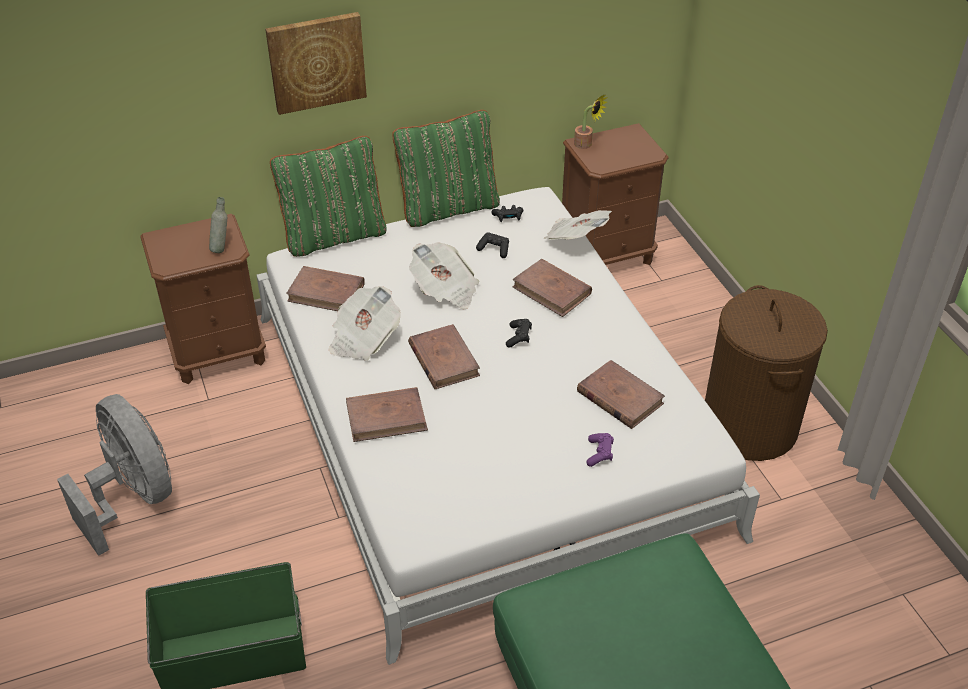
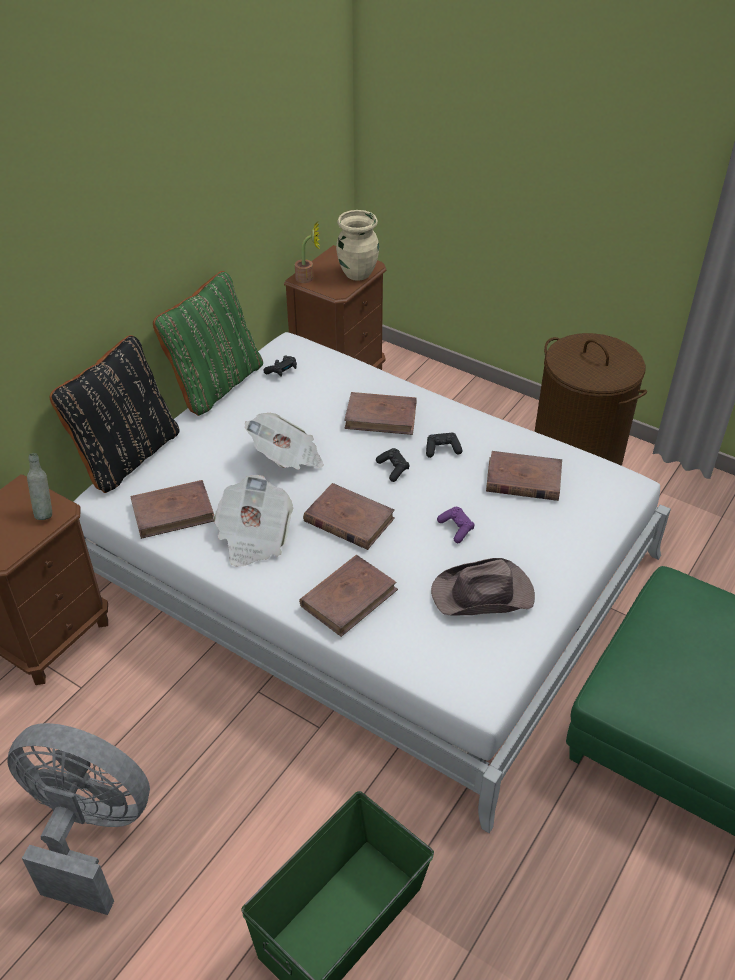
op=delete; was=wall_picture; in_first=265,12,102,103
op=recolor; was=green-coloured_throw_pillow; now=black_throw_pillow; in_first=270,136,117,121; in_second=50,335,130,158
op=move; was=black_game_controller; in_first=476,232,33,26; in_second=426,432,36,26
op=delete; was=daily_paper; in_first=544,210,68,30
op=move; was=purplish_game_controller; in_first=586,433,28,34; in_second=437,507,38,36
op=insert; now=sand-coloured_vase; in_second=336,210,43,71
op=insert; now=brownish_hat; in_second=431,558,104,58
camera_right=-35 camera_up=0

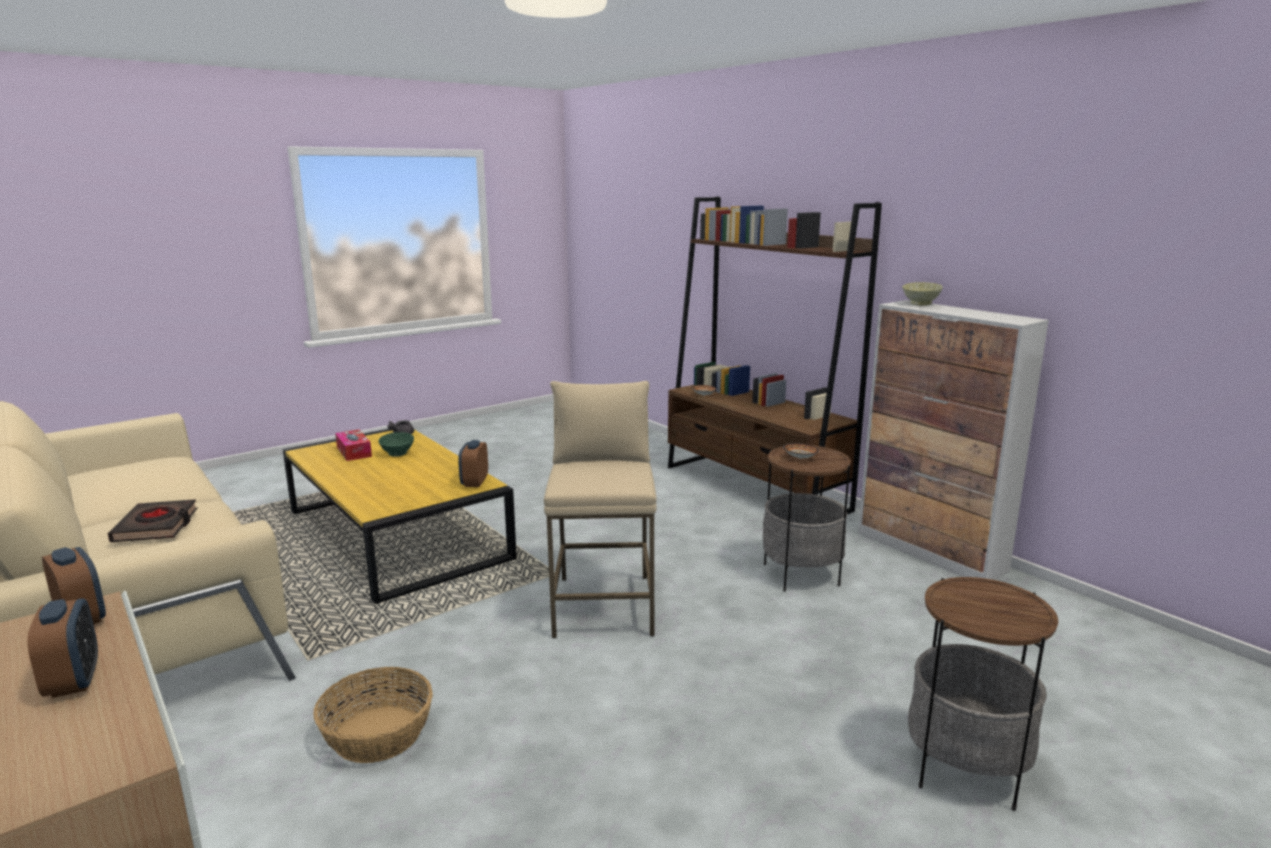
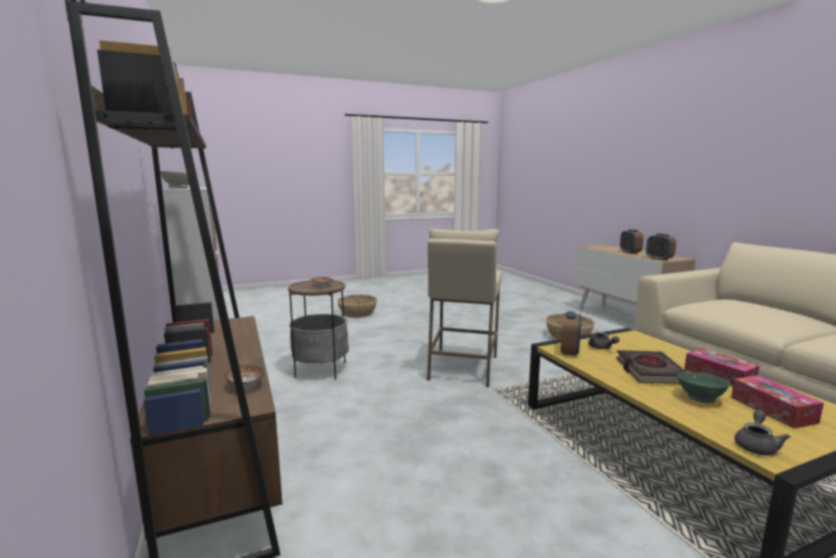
op=move; was=black_bound_book; in_first=108,499,90,43; in_second=616,350,70,34
op=replace; was=accent_table; now=household_basket; in_first=908,577,150,234; in_second=337,295,40,23
op=insert; now=grey_teapot; in_second=588,332,32,17
op=insert; now=tissue_holder; in_second=684,348,76,39
camera_right=-165 camera_up=-5

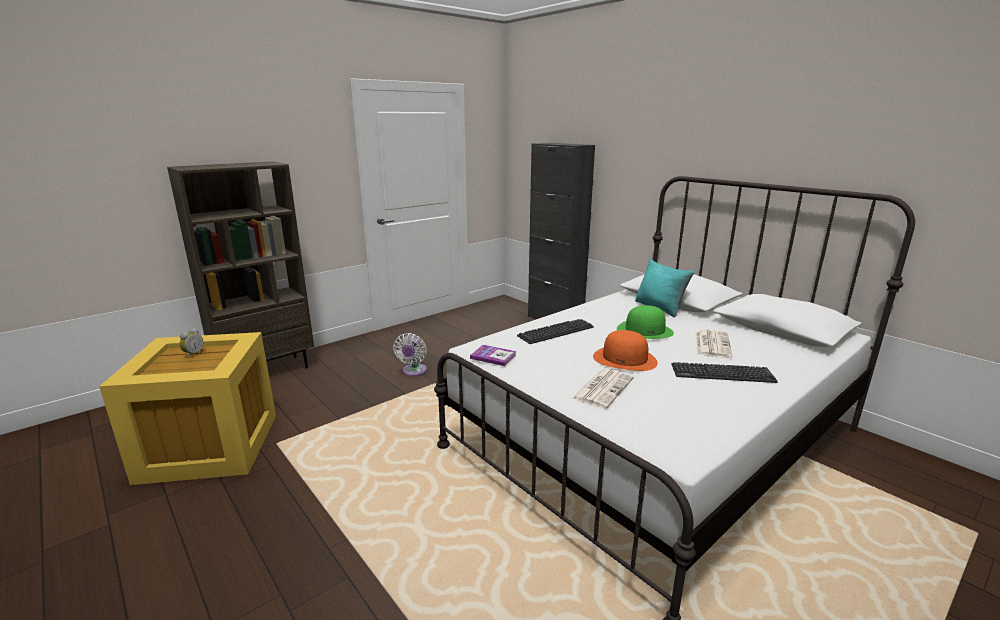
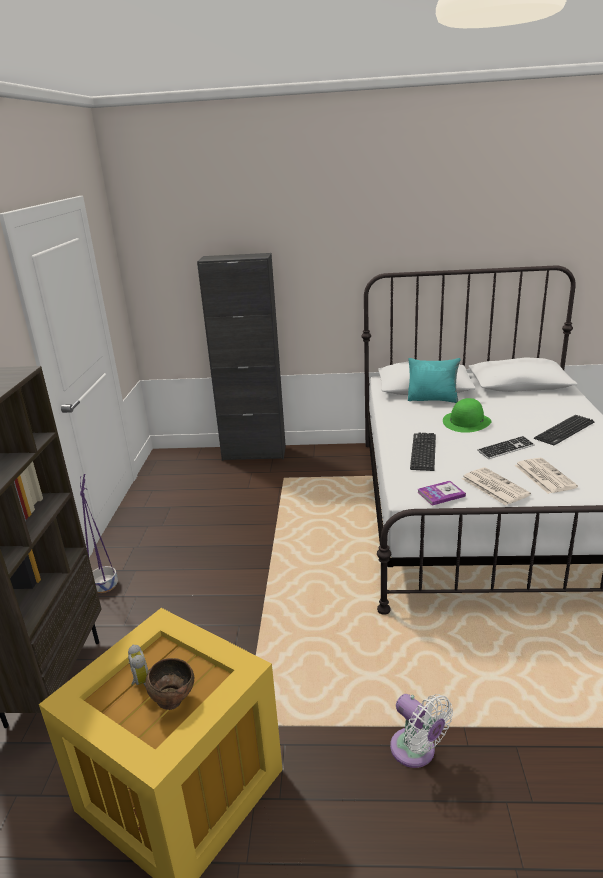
op=move; was=whitish_fan; in_first=393,333,34,43; in_second=390,694,63,74
op=replace; was=orangey_hat; now=PC_keyboard; in_first=593,330,65,41; in_second=477,436,58,23
op=move; was=daily_paper; in_first=696,329,37,29; in_second=461,467,70,39
op=insert; now=purplish_planter; in_second=80,474,38,119
op=insert; now=brownish_serving_bowl; in_second=145,658,49,52
camera_right=-45 camera_up=5

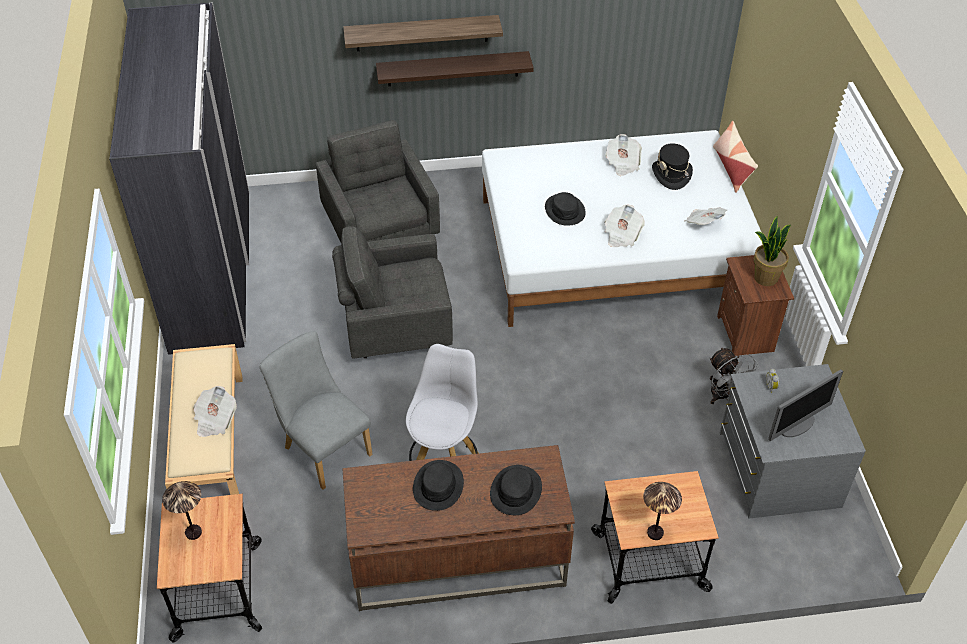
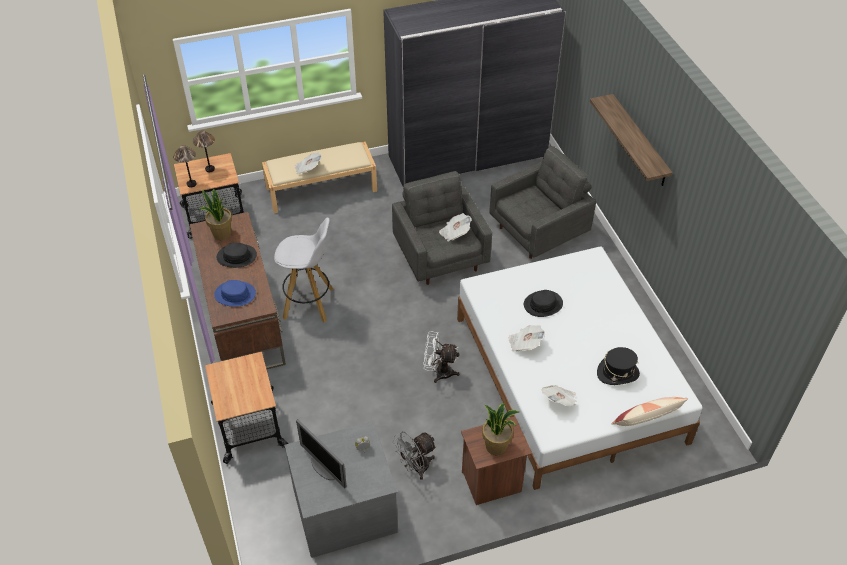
op=delete; was=grey_chair; in_first=259,331,114,159
op=delete; was=bracket_shelf; in_first=376,51,158,35
op=recolor; was=black_hat; now=blue-coloured_hat; in_first=490,465,52,50; in_second=214,280,42,27
op=move; was=daily_paper; in_first=605,134,37,42; in_second=439,213,33,29
op=move; was=table_lamp; in_first=643,482,39,58; in_second=173,145,23,42
op=insert; now=houseplant; in_second=200,189,32,51
op=insert; now=whitish_fan; in_second=423,331,37,52
camera_right=80 camera_up=0

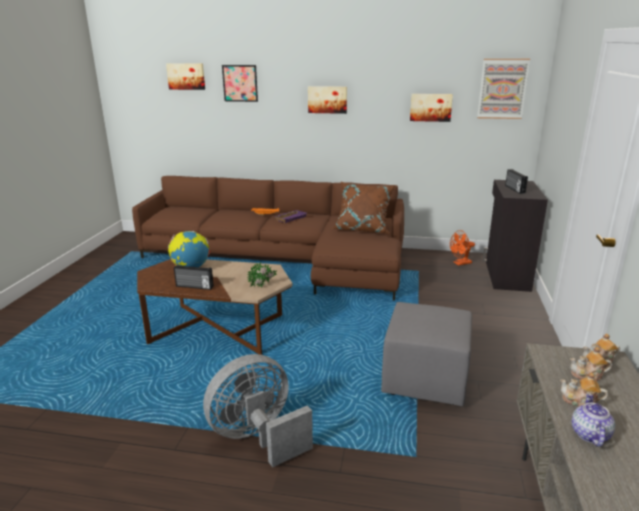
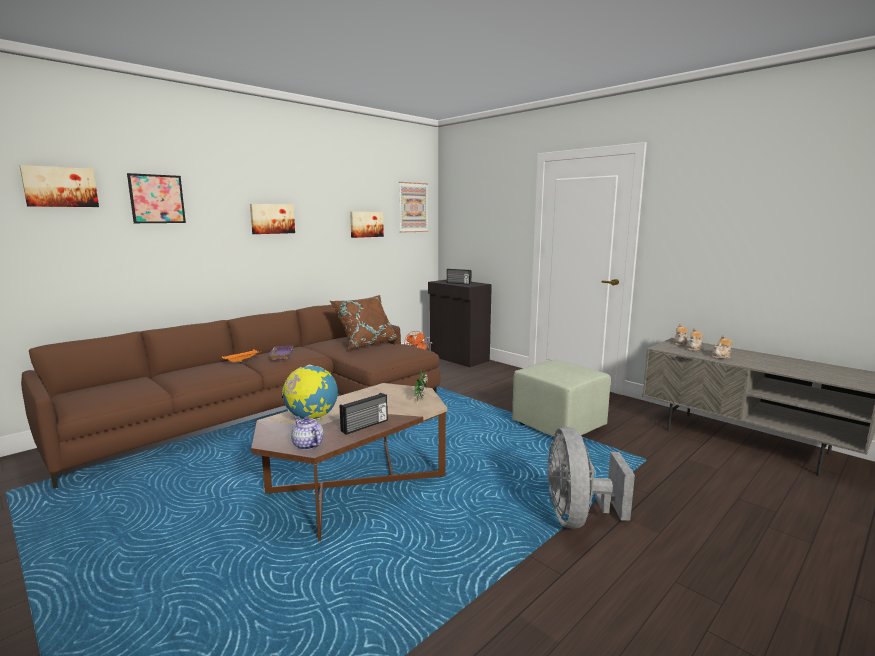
op=recolor; was=grey_footrest; now=green-coloured_footrest; in_first=381,302,91,104; in_second=512,360,98,77
op=move; was=teapot; in_first=572,393,43,54; in_second=291,416,33,34
camera_right=-55 camera_up=-10

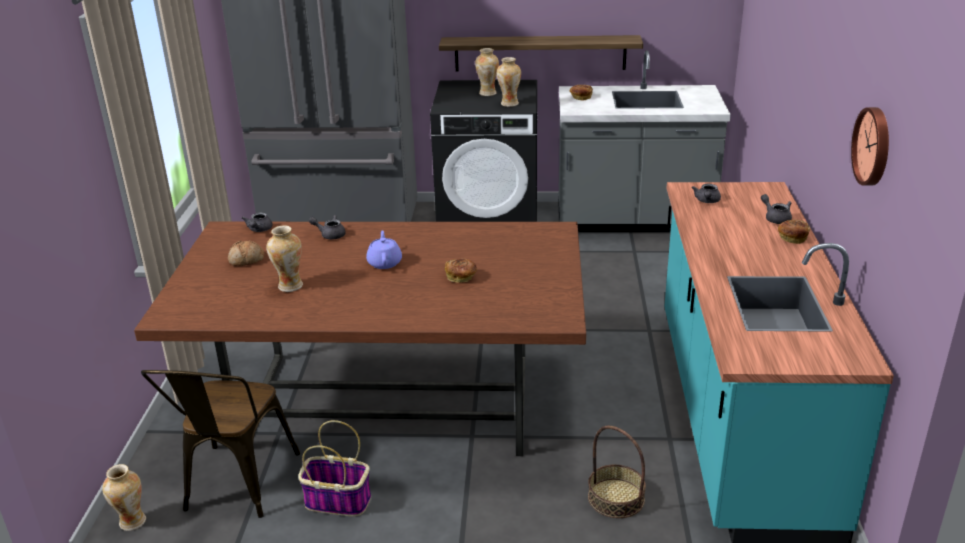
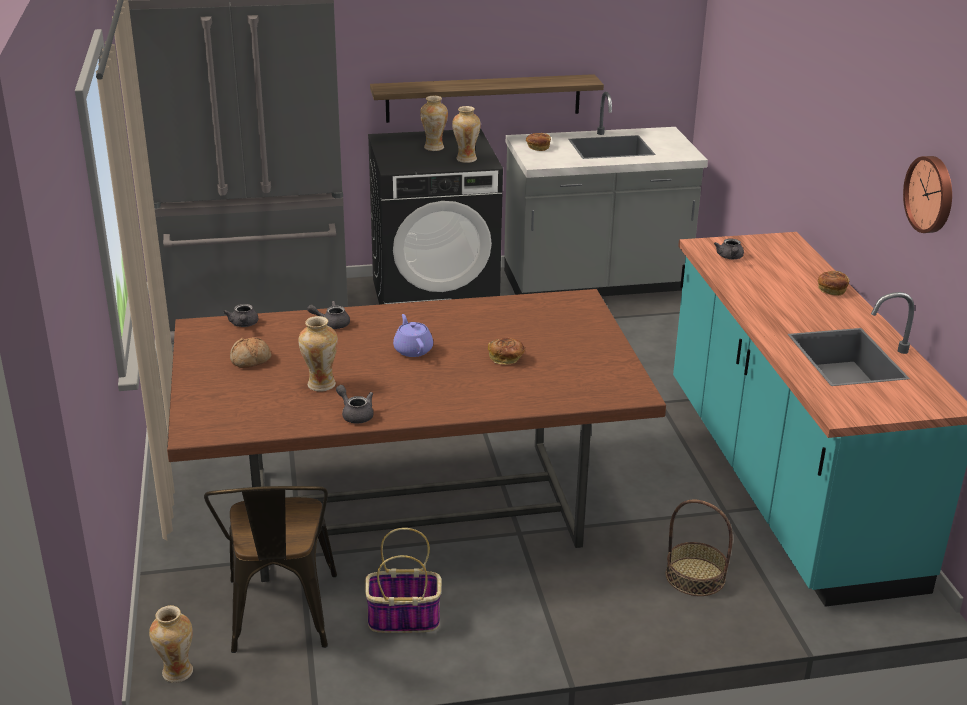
op=move; was=grey_teapot; in_first=761,194,31,30; in_second=336,385,38,39
camera_right=-15 camera_up=0

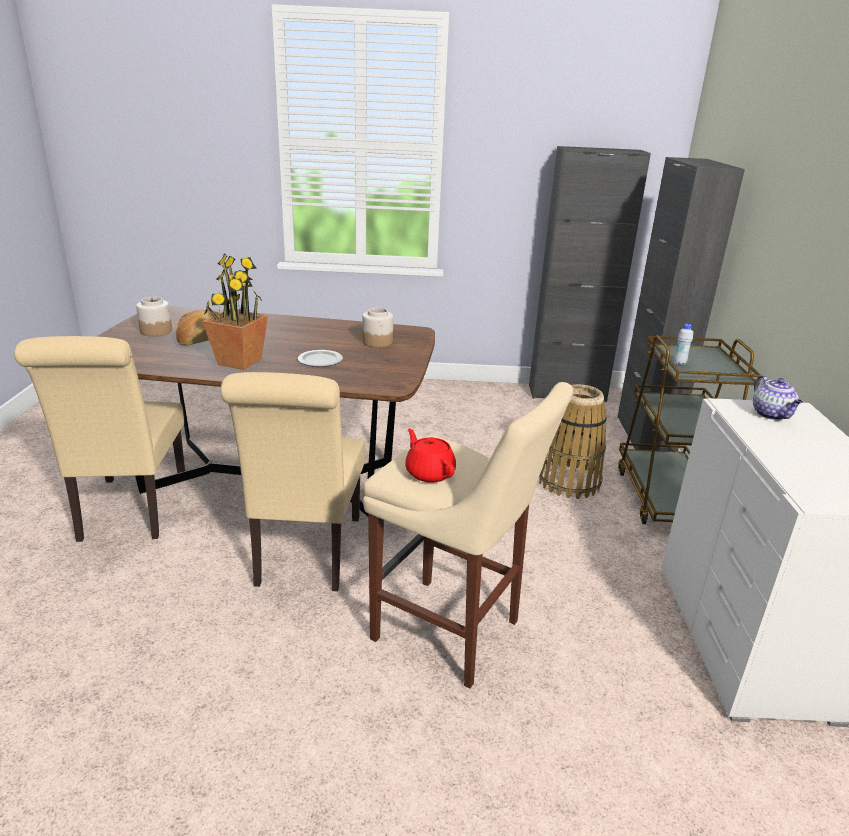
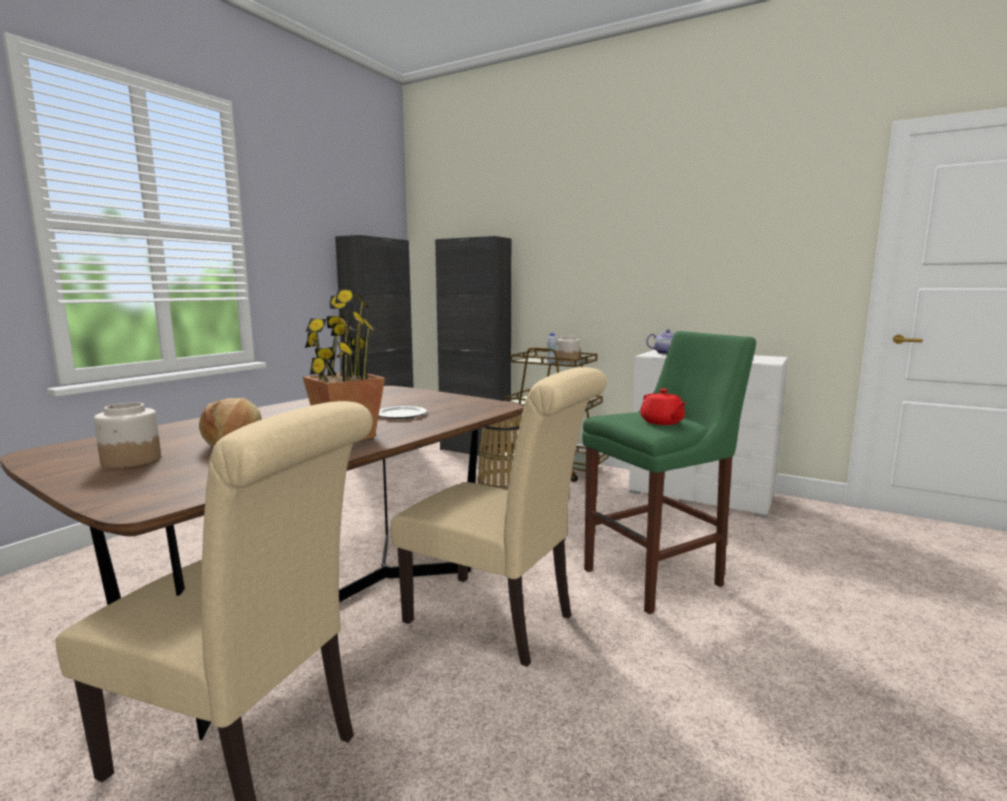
op=move; was=preserve_jar; in_first=362,308,31,39; in_second=557,336,23,26
op=recolor; was=sand-coloured_stool_seat; now=green-coloured_stool_seat; in_first=363,382,210,307; in_second=582,331,174,283
op=rotate; was=red_teapot; in_first=405,428,51,55; in_second=640,389,46,36; clockwise=-105
camera_right=-60 camera_up=-15

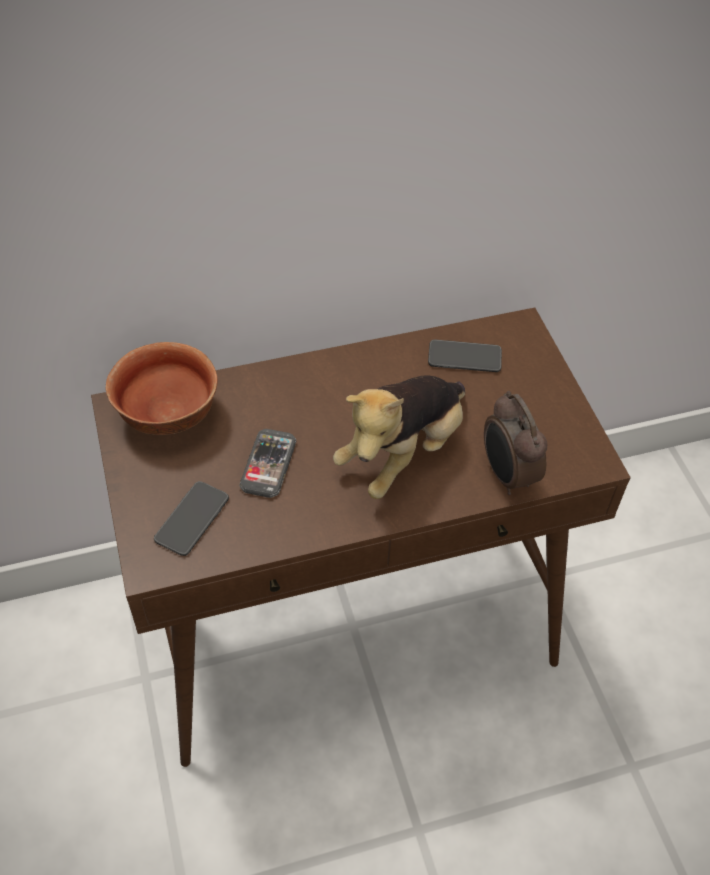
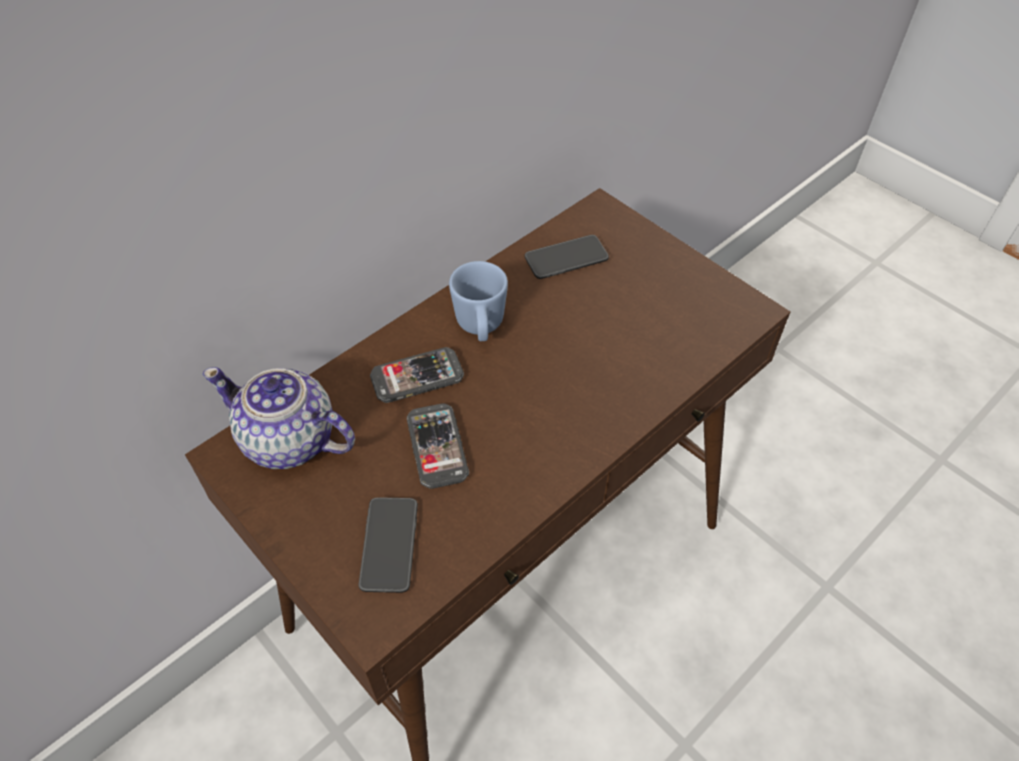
op=replace; was=serving_bowl; now=teapot; in_first=105,342,113,93; in_second=203,367,152,102
op=delete; was=plush_toy; in_first=333,375,132,124
op=delete; was=alarm_clock; in_first=484,391,64,104
op=insert; now=phone; in_second=370,347,94,56
op=insert; now=blue-coloured_mug; in_second=449,261,59,80
camera_right=-25 camera_up=0

